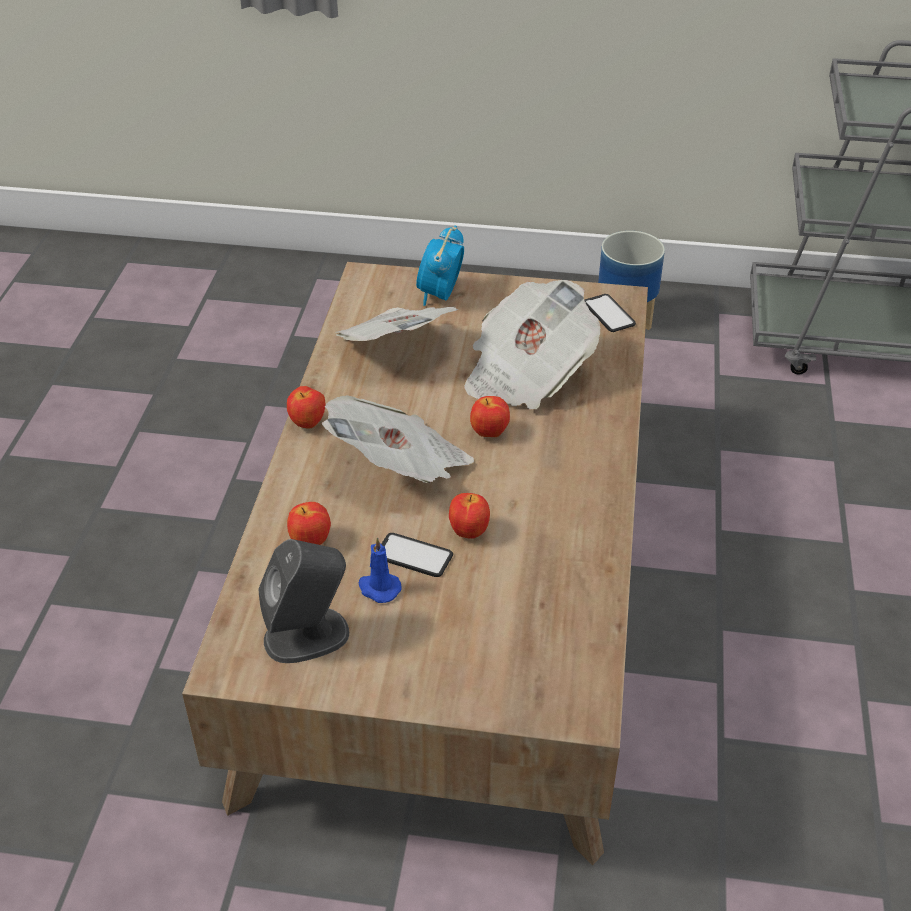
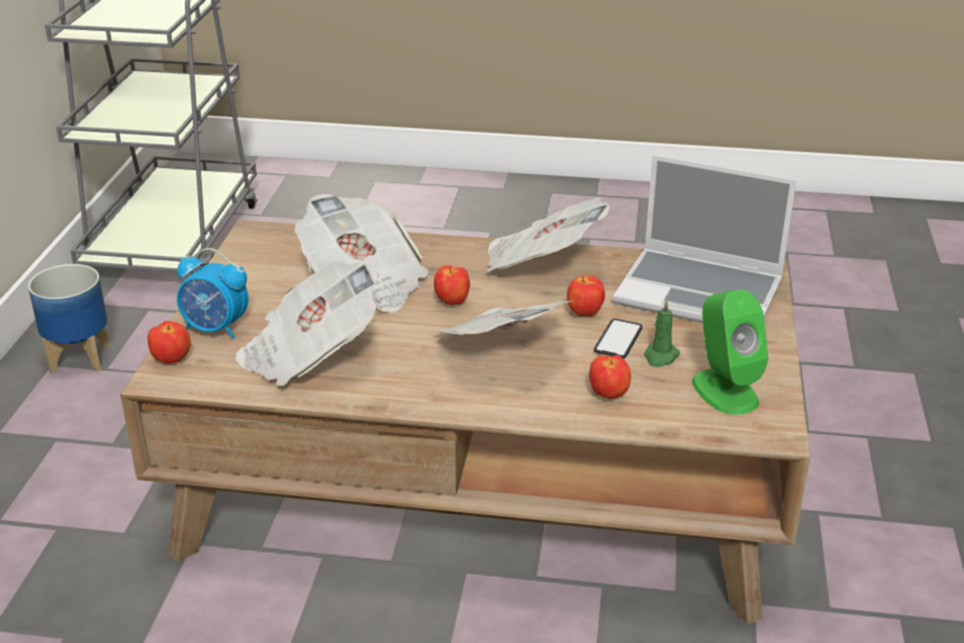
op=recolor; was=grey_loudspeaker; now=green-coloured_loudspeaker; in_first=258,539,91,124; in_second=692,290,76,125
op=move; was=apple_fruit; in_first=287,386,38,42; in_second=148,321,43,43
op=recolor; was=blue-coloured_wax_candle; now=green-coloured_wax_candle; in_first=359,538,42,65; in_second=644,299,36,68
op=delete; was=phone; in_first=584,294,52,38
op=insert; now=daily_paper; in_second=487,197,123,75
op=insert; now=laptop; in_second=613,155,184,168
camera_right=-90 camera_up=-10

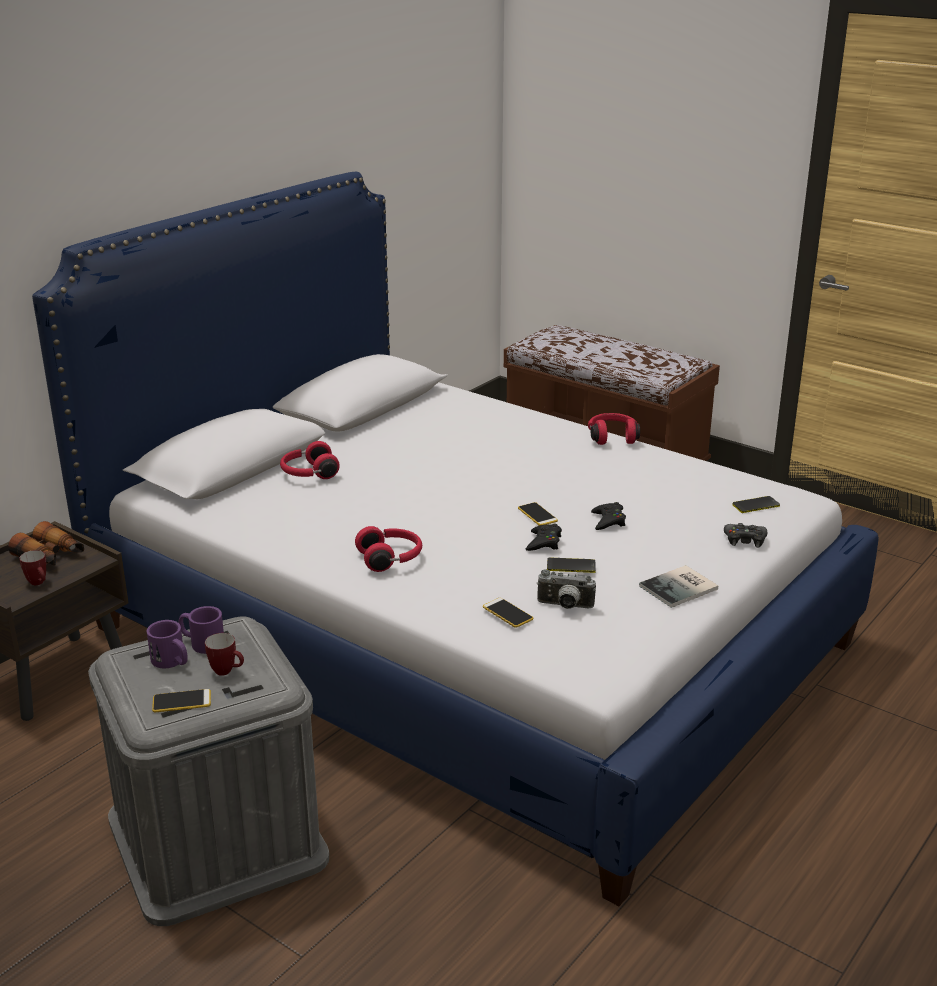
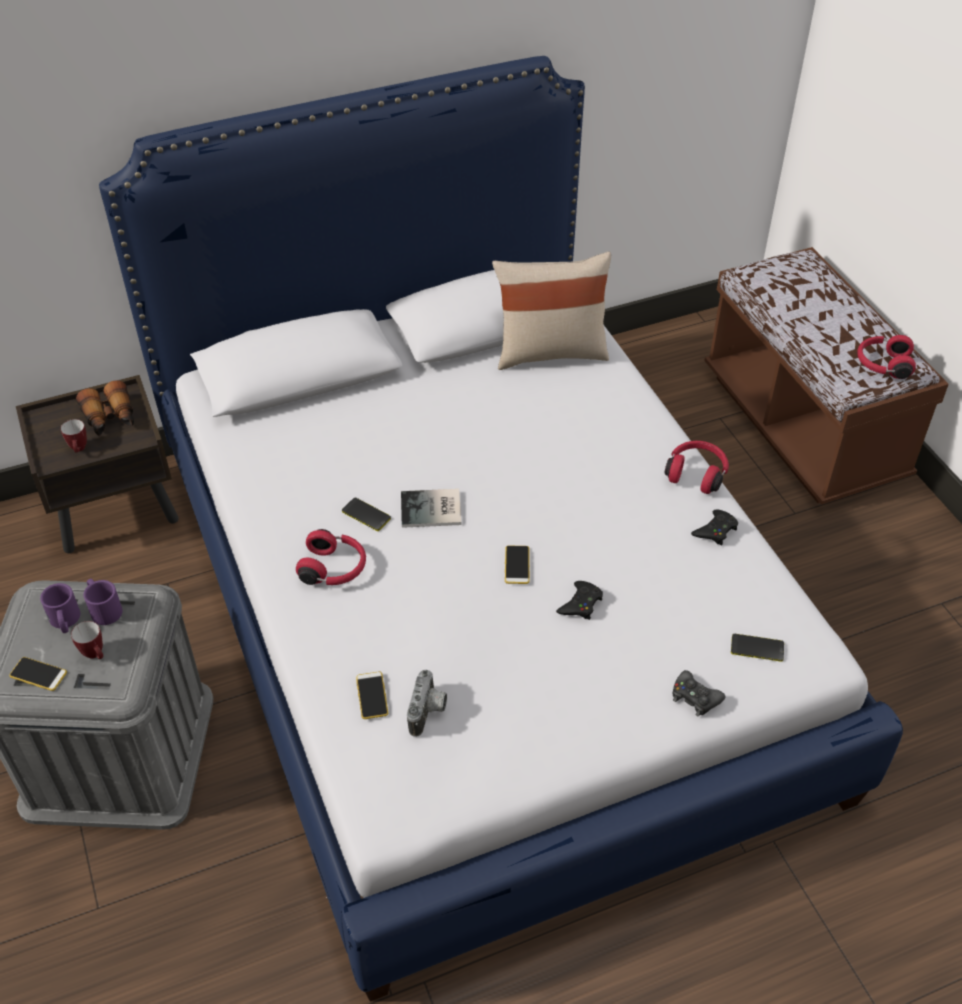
op=move; was=red_headset; in_first=280,441,60,38; in_second=857,335,59,44
op=move; was=black_game_controller; in_first=526,524,36,27; in_second=691,510,47,35
op=rotate; was=still_camera; in_first=537,569,59,40; in_second=407,669,40,68; clockwise=-120
op=move; was=phone; in_first=547,558,49,15; in_second=342,498,49,33
op=move; was=bound_book; in_first=639,565,80,43; in_second=401,489,60,39
op=insert; now=sand-coloured_throw_pillow; in_second=492,251,119,119
camera_right=30 camera_up=20

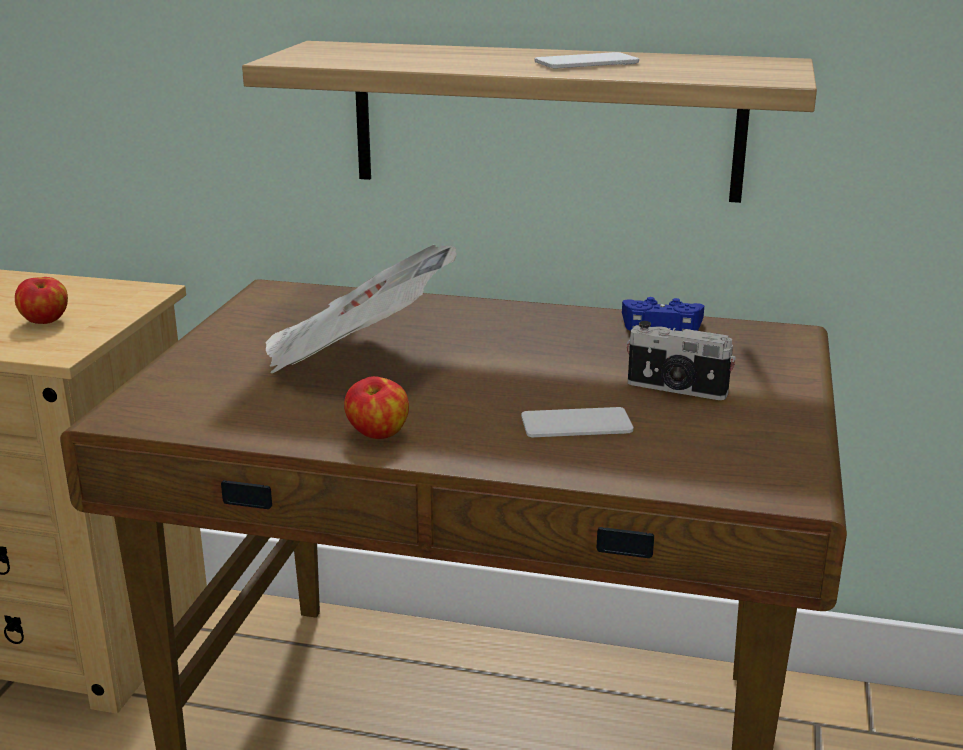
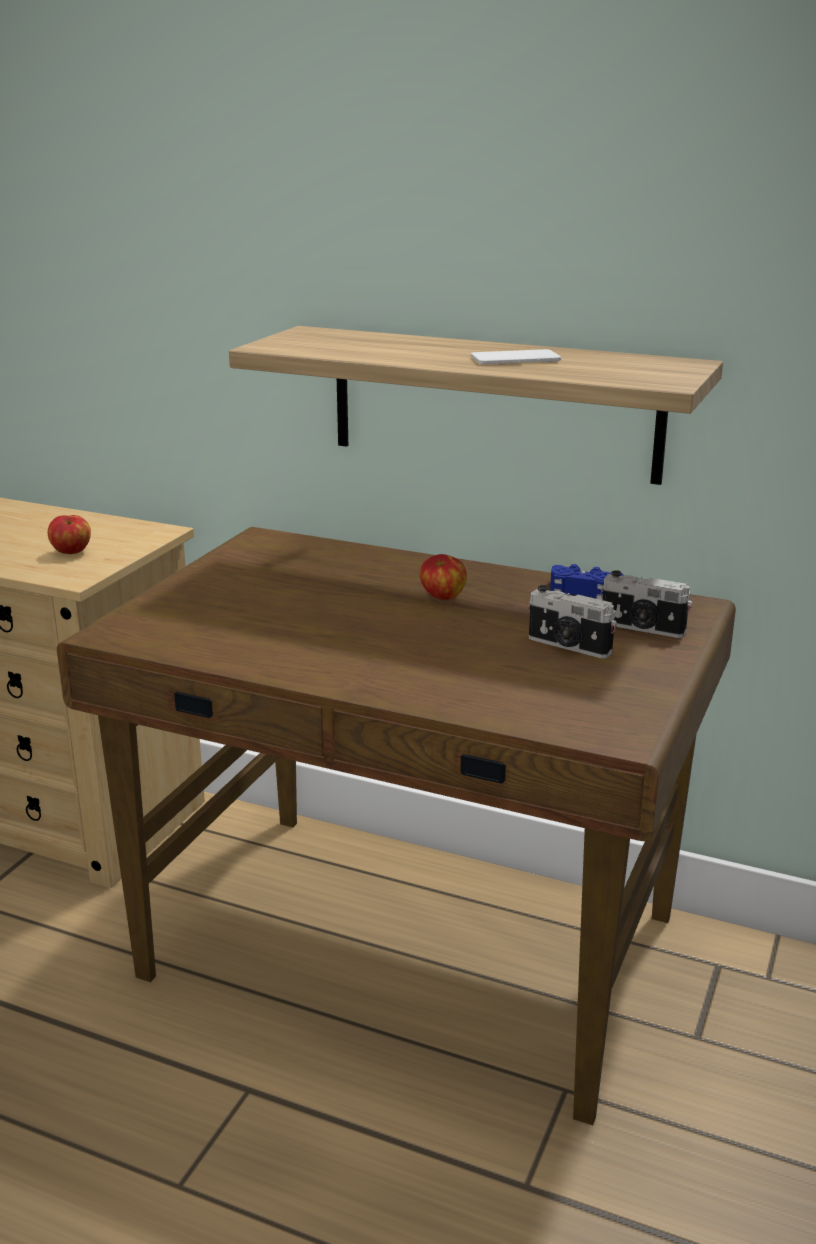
op=delete; was=daily_paper; in_first=265,245,192,129
op=move; was=apple_fruit; in_first=344,376,65,63; in_second=420,554,47,46
op=delete; was=phone; in_first=521,407,112,30
op=insert; now=still_camera; in_second=601,570,91,68
camera_right=10 camera_up=0

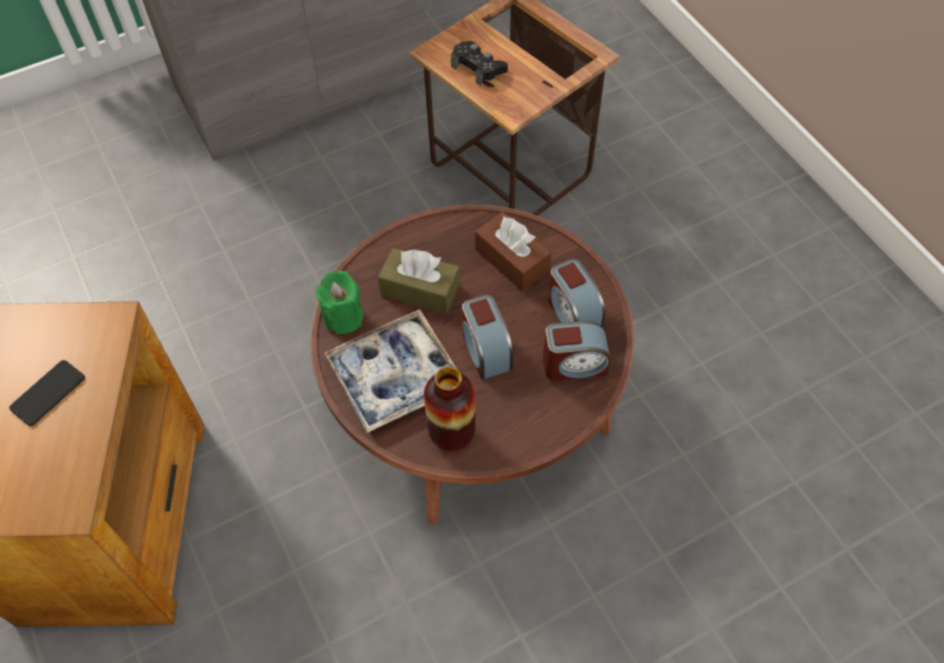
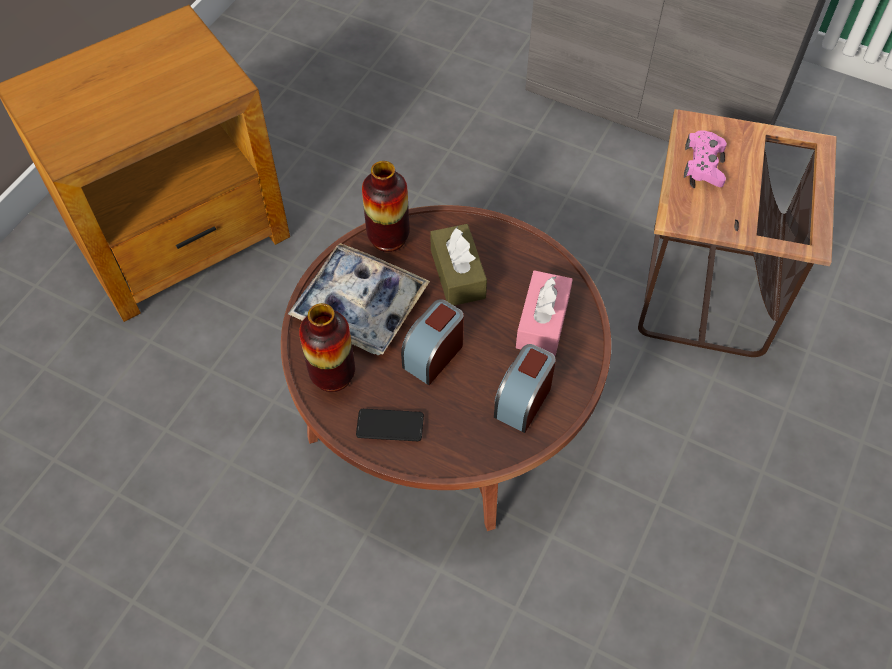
op=move; was=phone; in_first=9,360,76,66; in_second=356,409,68,32
op=replace; was=green-coloured_wax_candle; now=vase; in_first=316,271,48,63; in_second=362,161,47,91
op=recolor; was=black_game_controller; now=pinkish_game_controller; in_first=451,41,57,45; in_second=684,130,43,57
op=recolor; was=brownish_tissue_holder; now=pinkish_tissue_holder; in_first=475,212,76,79; in_second=516,270,57,86
op=delete; was=alarm_clock; in_first=543,321,67,59
camera_right=55 camera_up=0

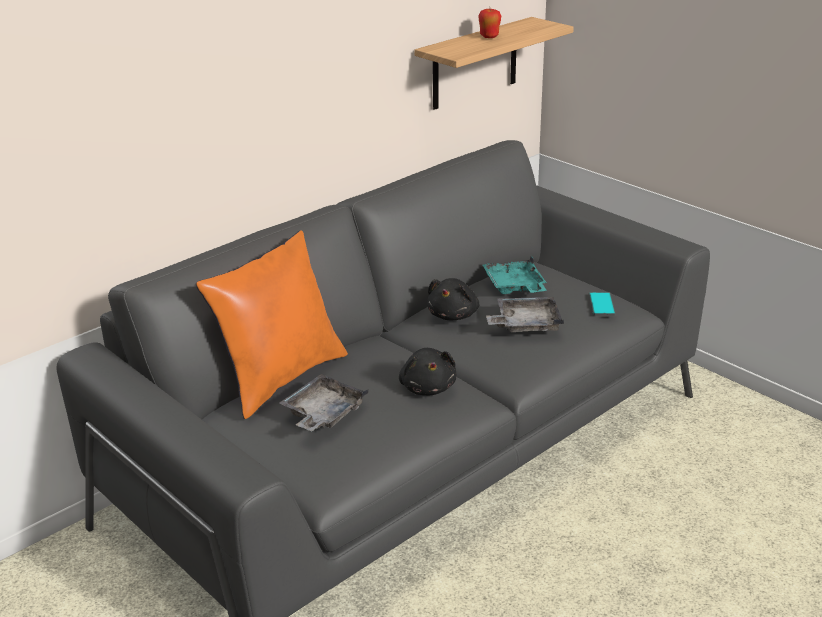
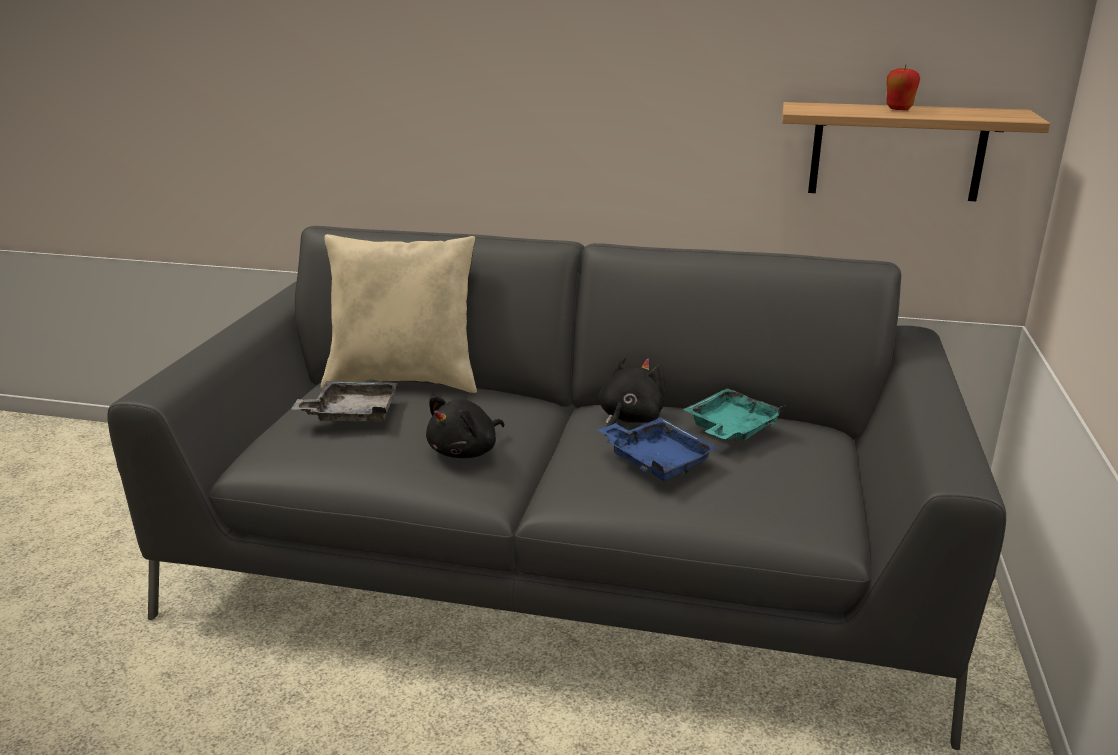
op=recolor; was=orangey_throw_pillow; now=sand-coloured_throw_pillow; in_first=196,230,152,189; in_second=321,234,156,159
op=rotate; was=black_plush_toy; in_first=427,278,52,42; in_second=598,356,68,80; clockwise=135
op=recolor; was=grey_carrying_tray; now=blue-coloured_carrying_tray; in_first=486,297,78,35; in_second=598,417,120,64
op=delete; was=phone; in_first=589,292,27,24
camera_right=55 camera_up=-5

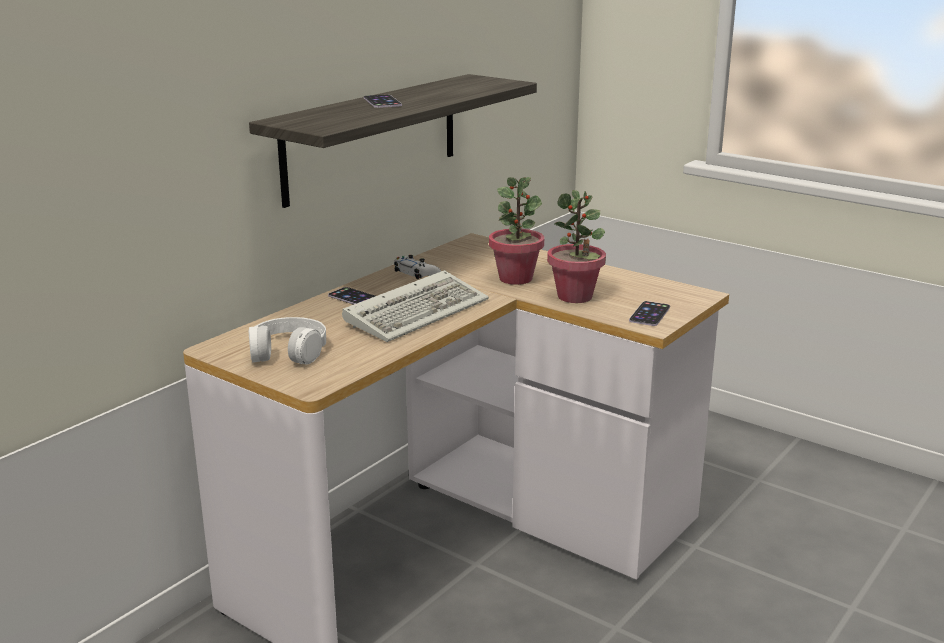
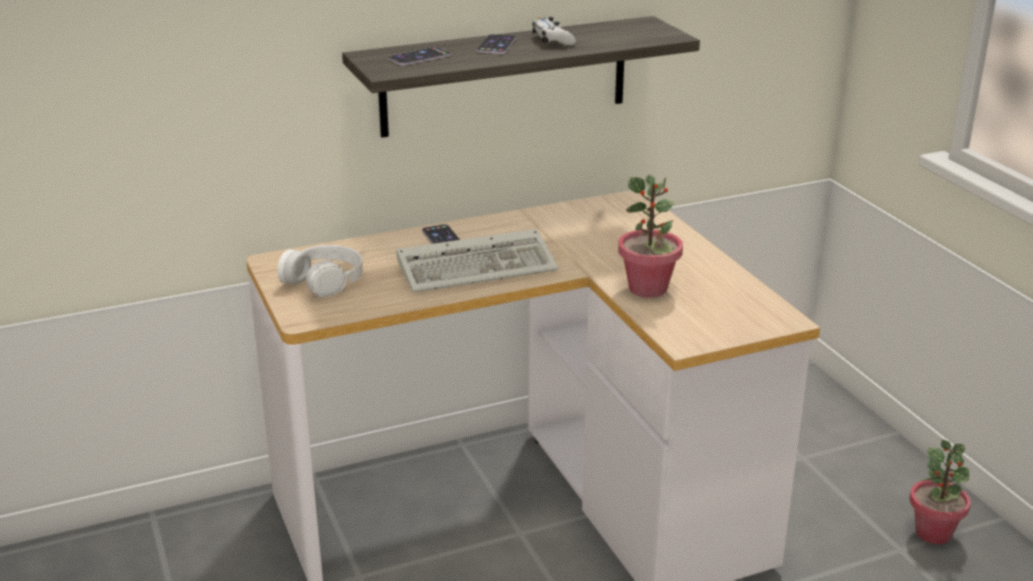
op=move; was=whitish_game_controller; in_first=394,255,47,24; in_second=532,17,44,28
op=move; was=houseplant; in_first=489,177,55,108; in_second=910,440,61,104
op=move; was=phone; in_first=629,301,41,25; in_second=388,47,63,18
camera_right=30 camera_up=5

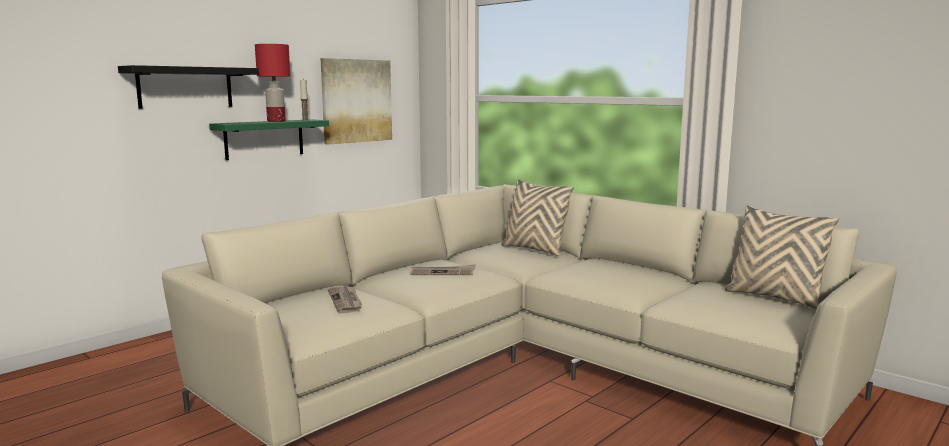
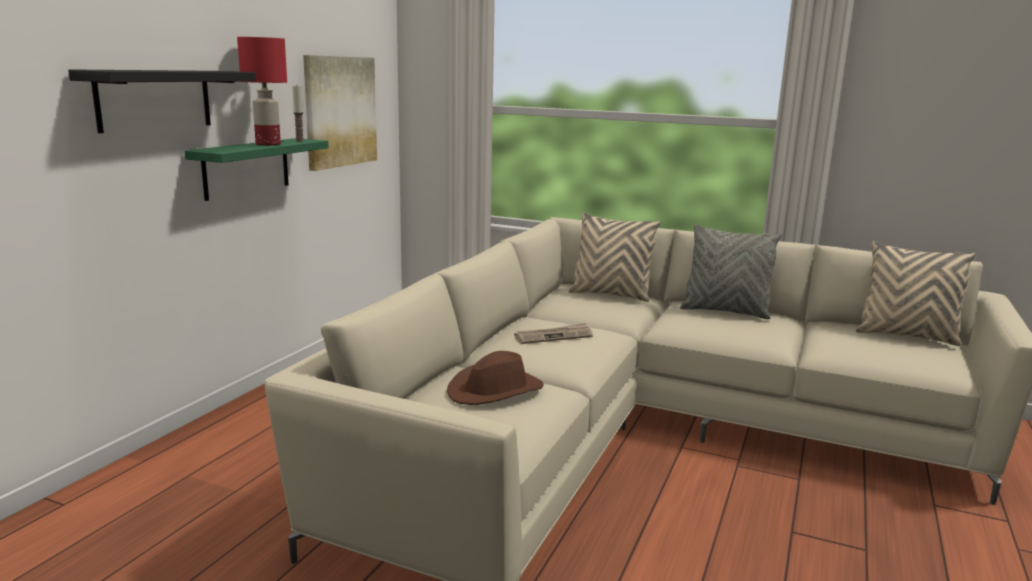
op=replace; was=daily_paper; now=brownish_hat; in_first=328,286,35,27; in_second=447,351,97,54
op=insert; now=grey_throw_pillow; in_second=680,224,102,95
camera_right=-20 camera_up=5

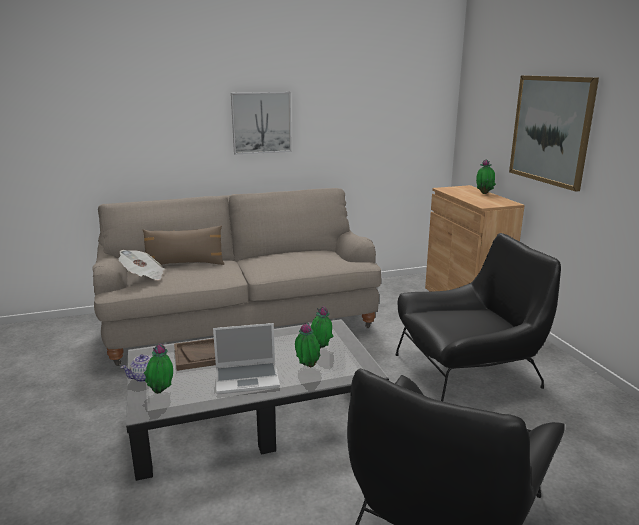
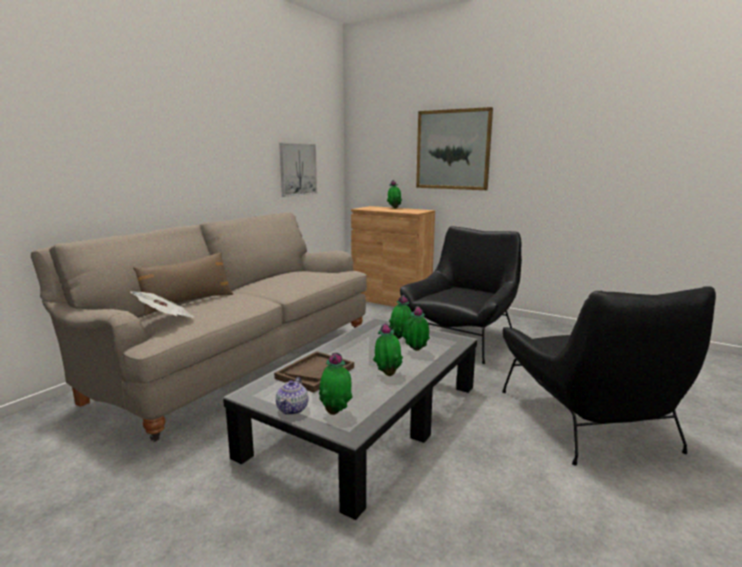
op=replace; was=laptop; now=houseplant; in_first=213,323,67,71; in_second=373,323,30,53
op=move; was=wall_picture; in_first=231,92,61,62; in_second=279,143,38,54
camera_right=-40 camera_up=-5

